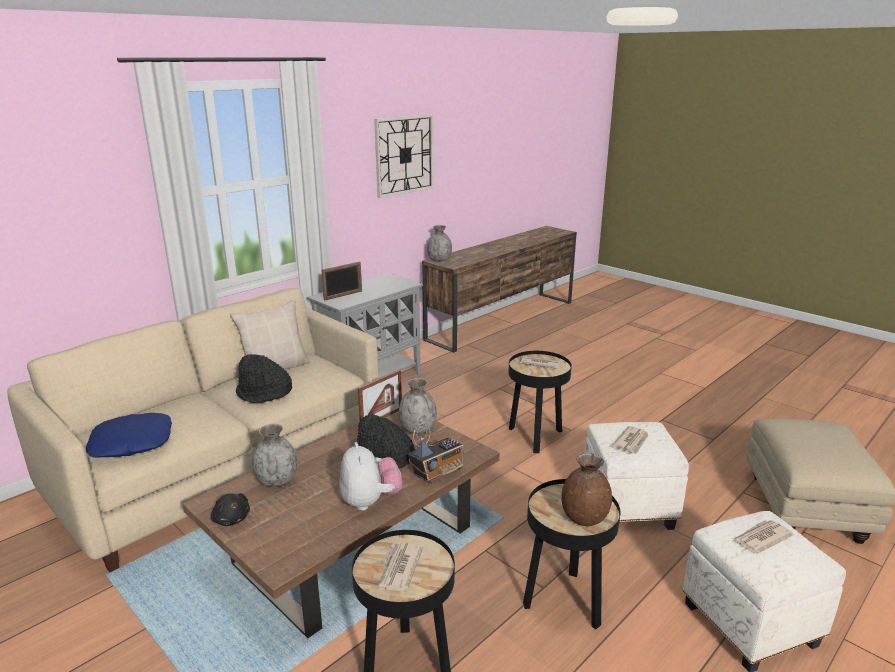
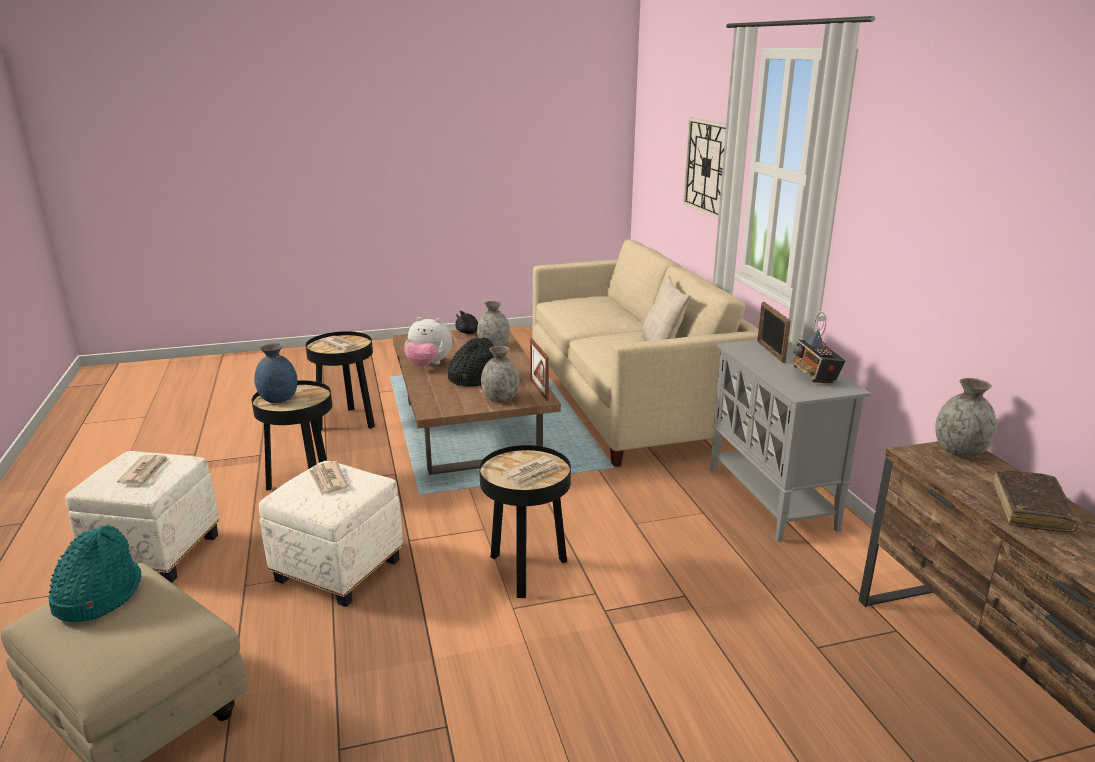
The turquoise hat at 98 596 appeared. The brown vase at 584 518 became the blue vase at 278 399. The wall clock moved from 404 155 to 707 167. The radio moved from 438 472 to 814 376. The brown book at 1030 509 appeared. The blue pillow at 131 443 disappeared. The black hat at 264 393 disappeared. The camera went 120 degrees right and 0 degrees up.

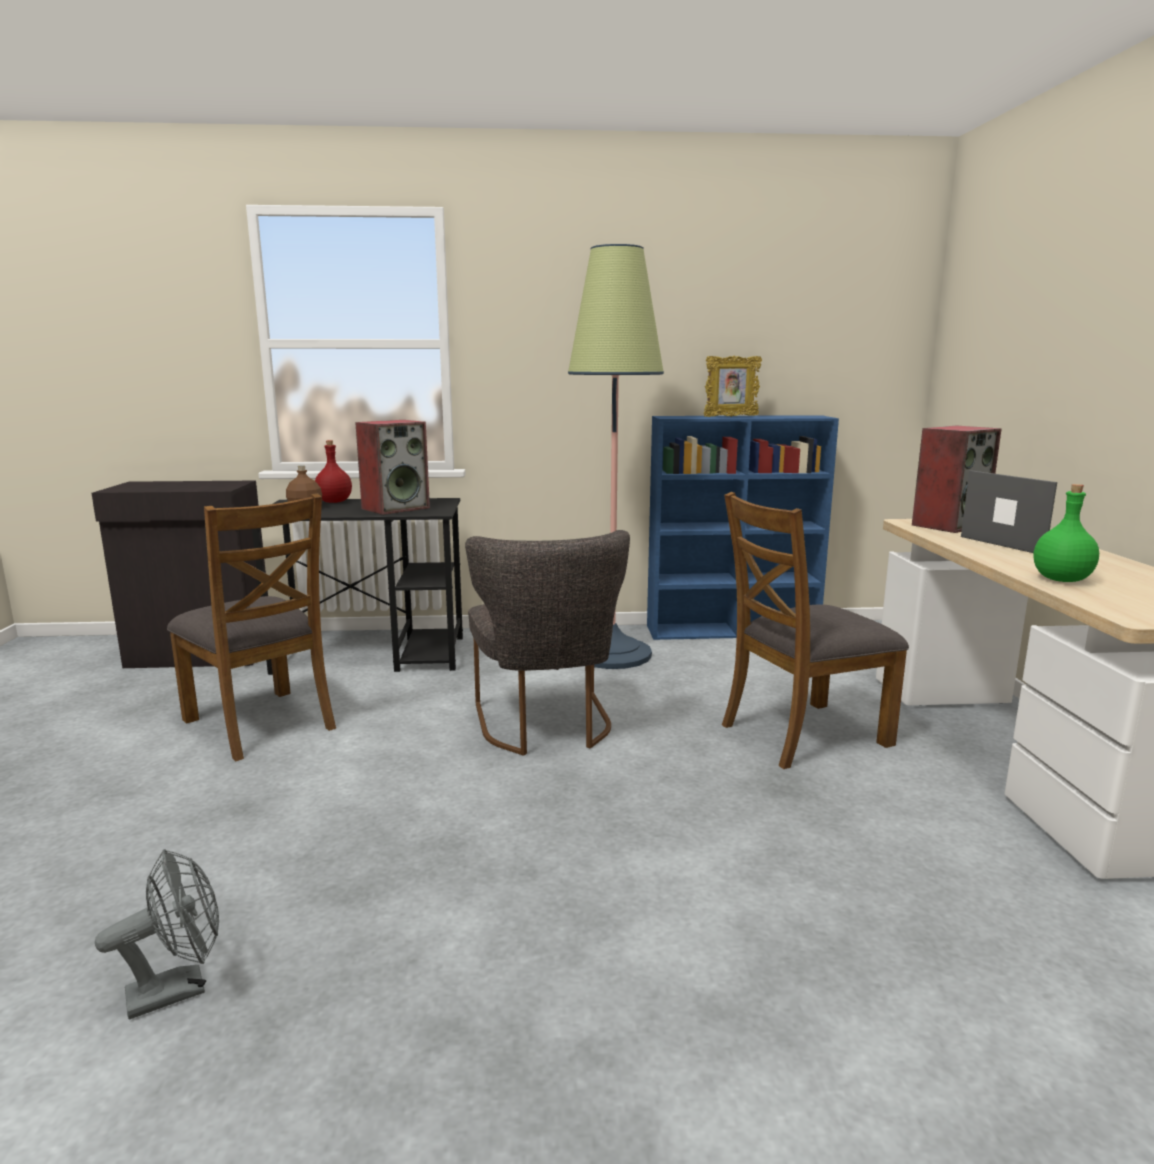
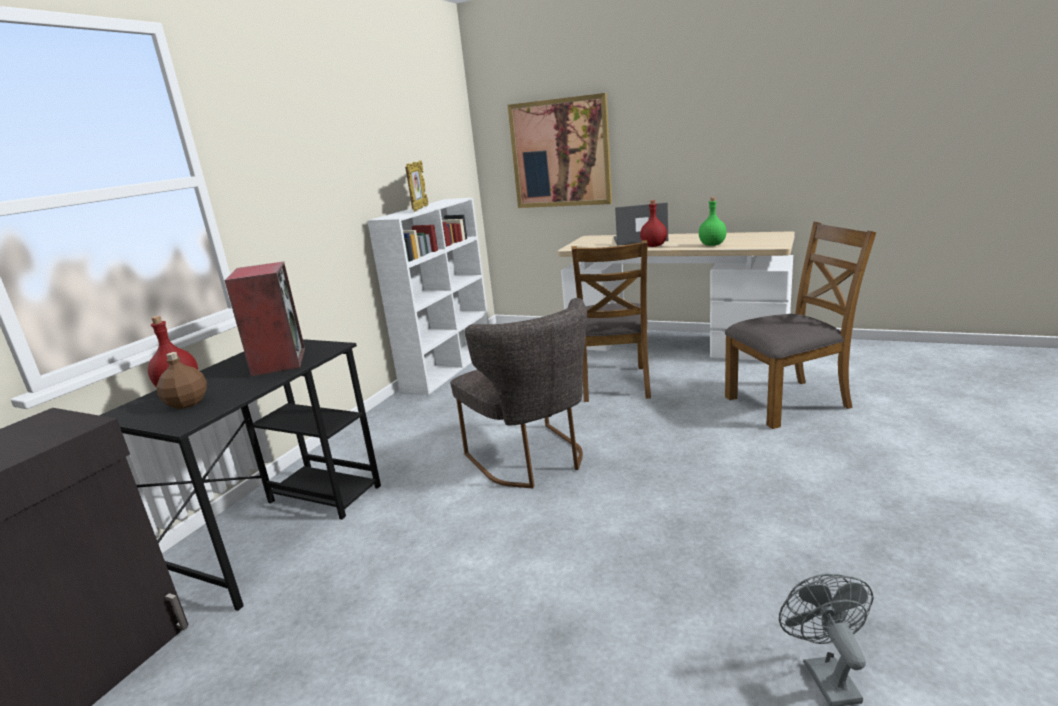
The blue bookcase at 733 630 became the white bookcase at 449 367. The grey chair at 546 727 turned 45 degrees clockwise. The picture at 560 153 appeared. The red bottle at 653 246 appeared. The brown chair moved from 261 723 to 788 402. The floor lamp at 611 654 disappeared. The speaker at 949 525 disappeared. The camera went 60 degrees left and 5 degrees up.

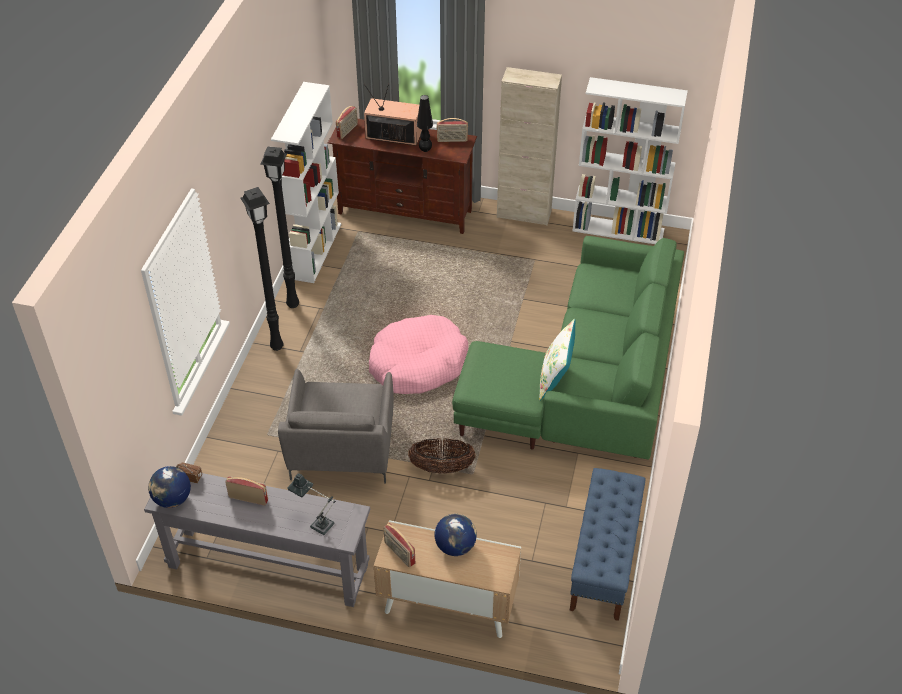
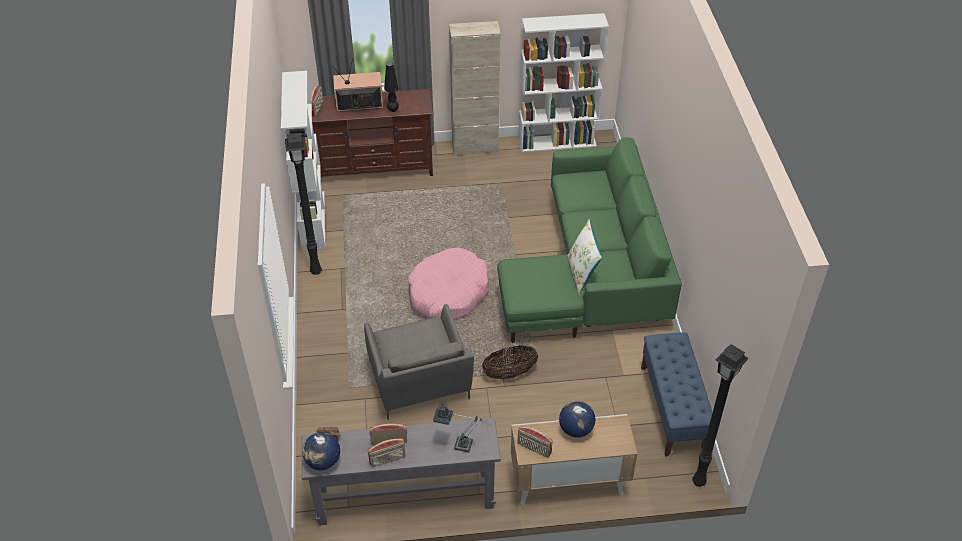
The radio moved from 452 140 to 387 460. The black floor lamp moved from 275 346 to 697 482. The camera went 20 degrees left and 0 degrees up.

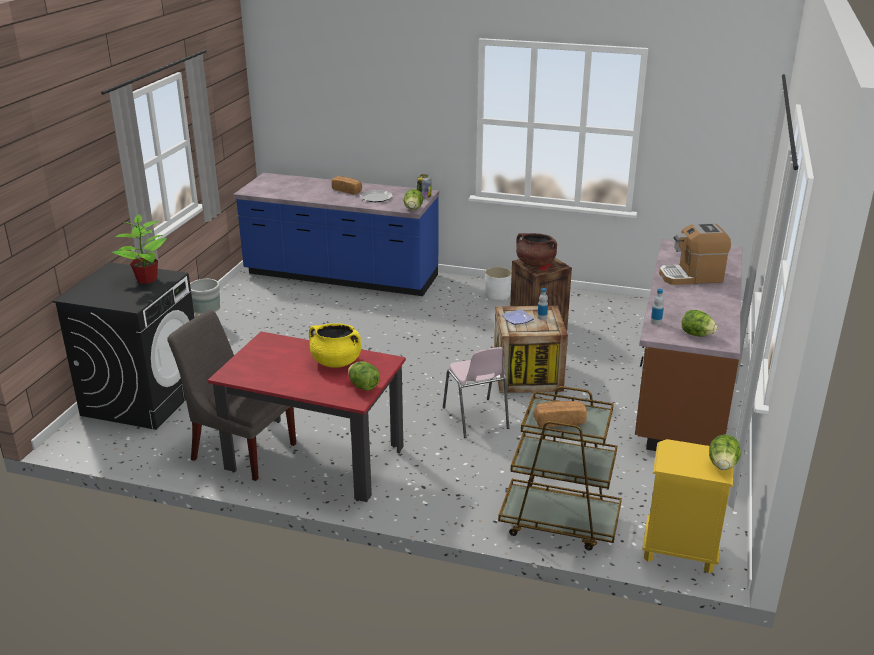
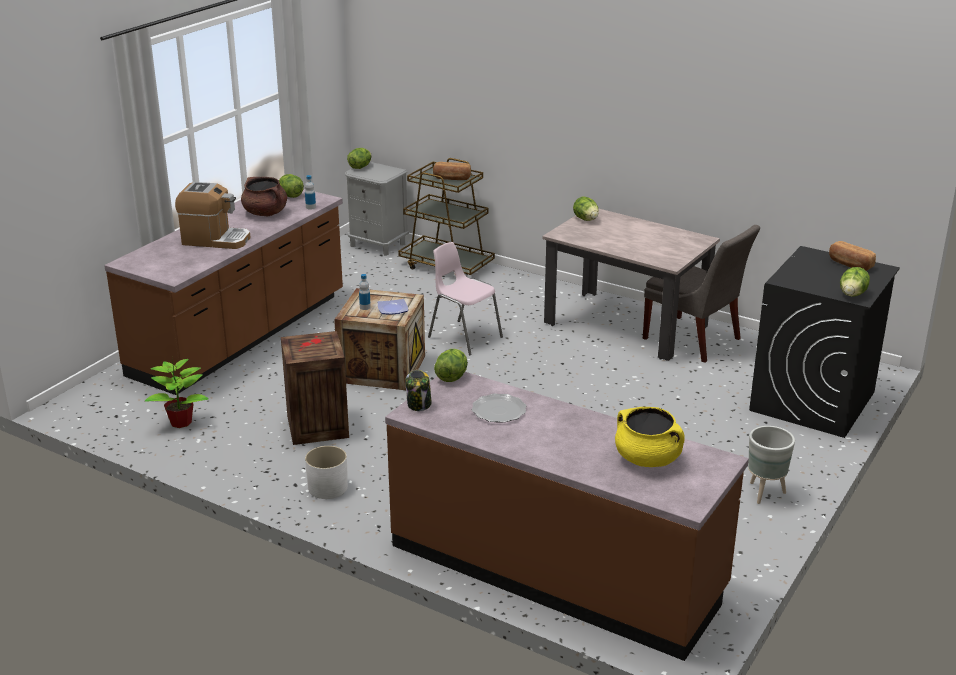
The potted plant moved from 146 279 to 181 422. The brown cooking pot moved from 535 263 to 265 213. The yellow nightstand at 679 551 became the grey nightstand at 378 245. The blue counter at 341 276 became the brown counter at 557 568. The pink chair at 476 418 turned 45 degrees counterclockwise. The red dining table at 315 459 became the beige dining table at 625 325. The yellow cooking pot moved from 336 362 to 648 459. The bread moved from 347 191 to 850 264. The lettuce at 852 294 appeared. The camera went 165 degrees left and 0 degrees up.

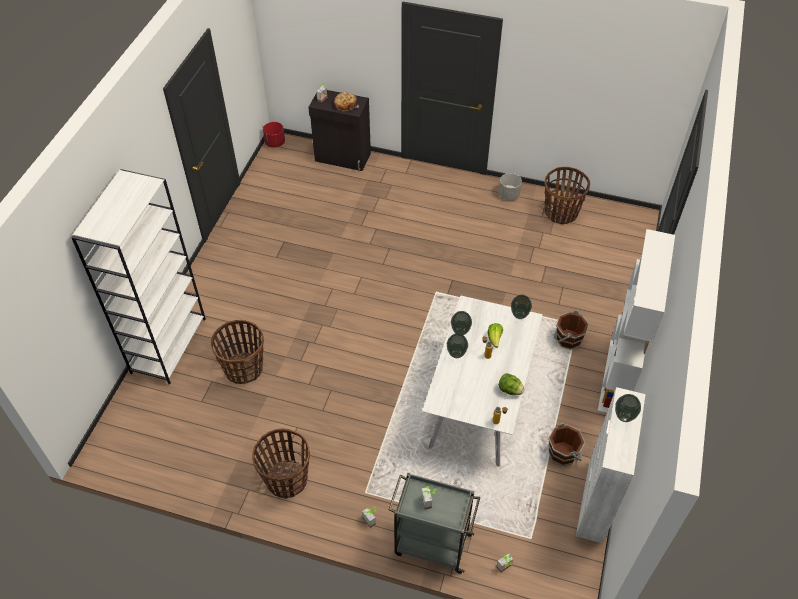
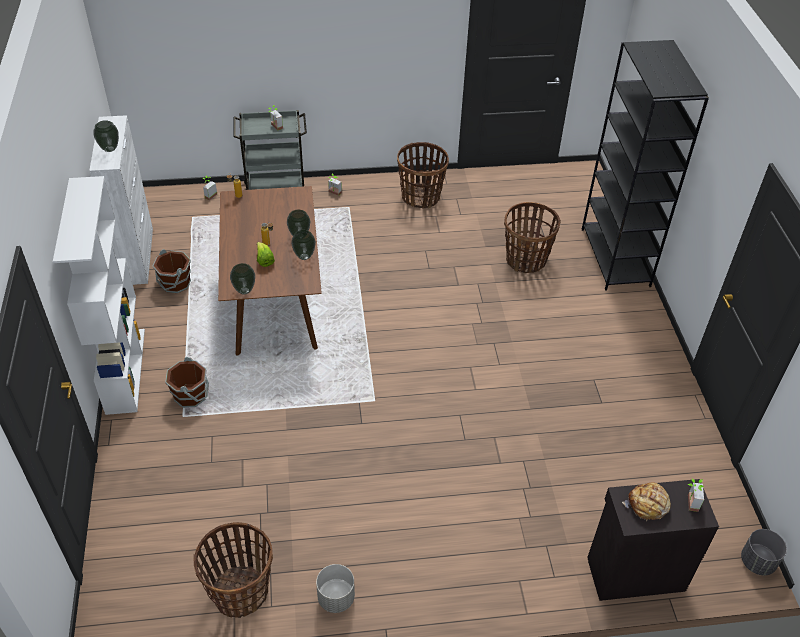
The white dining table at 478 402 became the brown dining table at 275 301. The white bookcase at 168 345 became the black bookcase at 615 257. The red planter at 275 143 became the grey planter at 758 562. The lettuce at 510 390 disappeared. The camera went 155 degrees right and 5 degrees down.

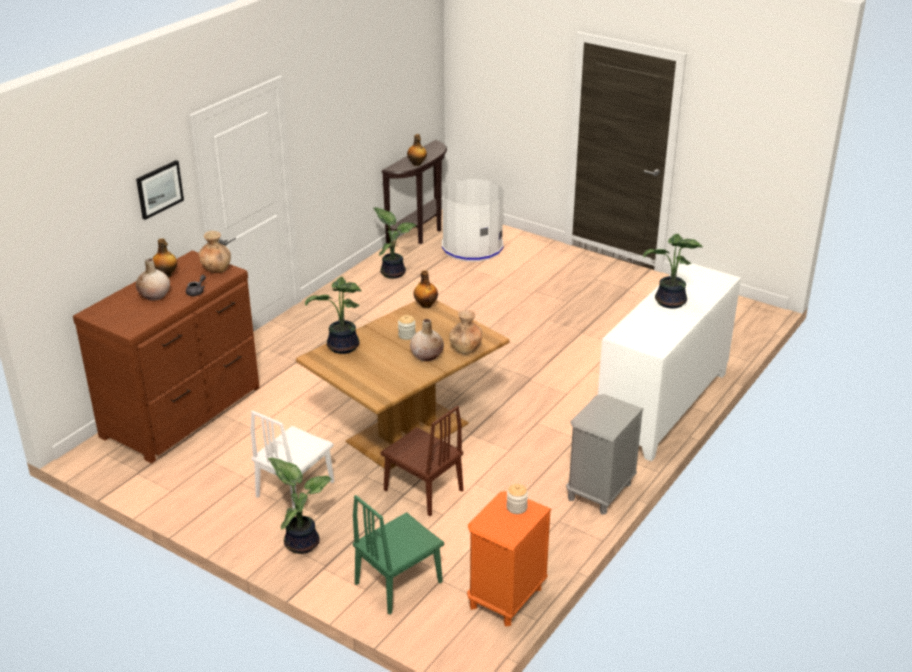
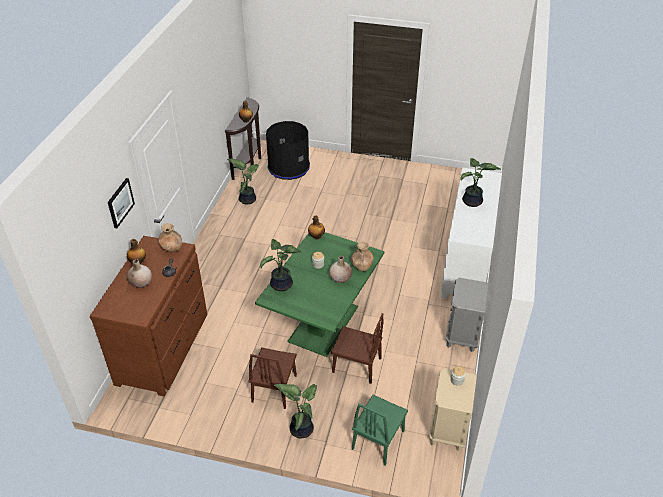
The white chair at 295 489 became the brown chair at 274 388. The brown dining table at 406 432 became the green dining table at 322 323. The white trash can at 472 247 became the black trash can at 288 167. The orange nightstand at 506 598 became the beige nightstand at 448 430. The camera went 20 degrees left and 10 degrees up.

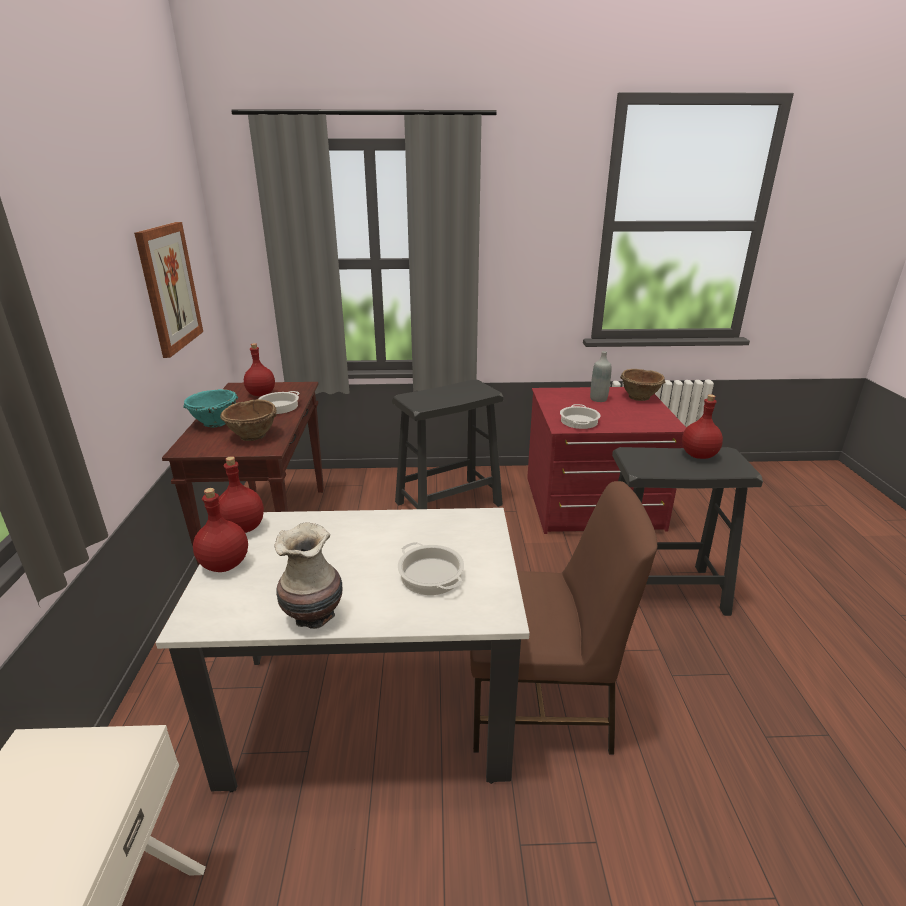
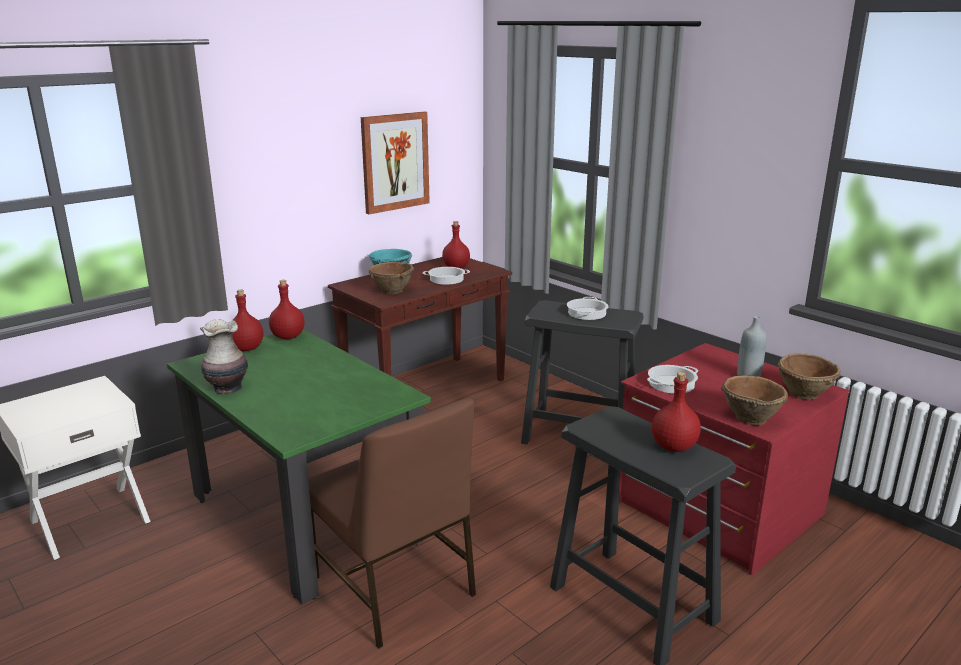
The white dining table at 370 710 became the green dining table at 306 517. The cooking pot moved from 432 575 to 587 313. The brown bowl at 750 418 appeared. The camera went 50 degrees right and 5 degrees down.

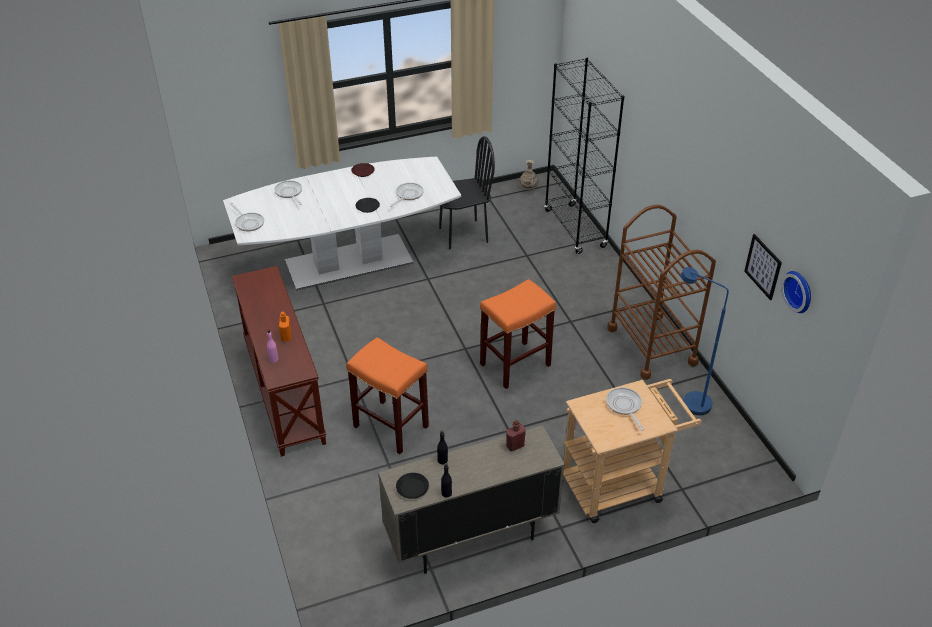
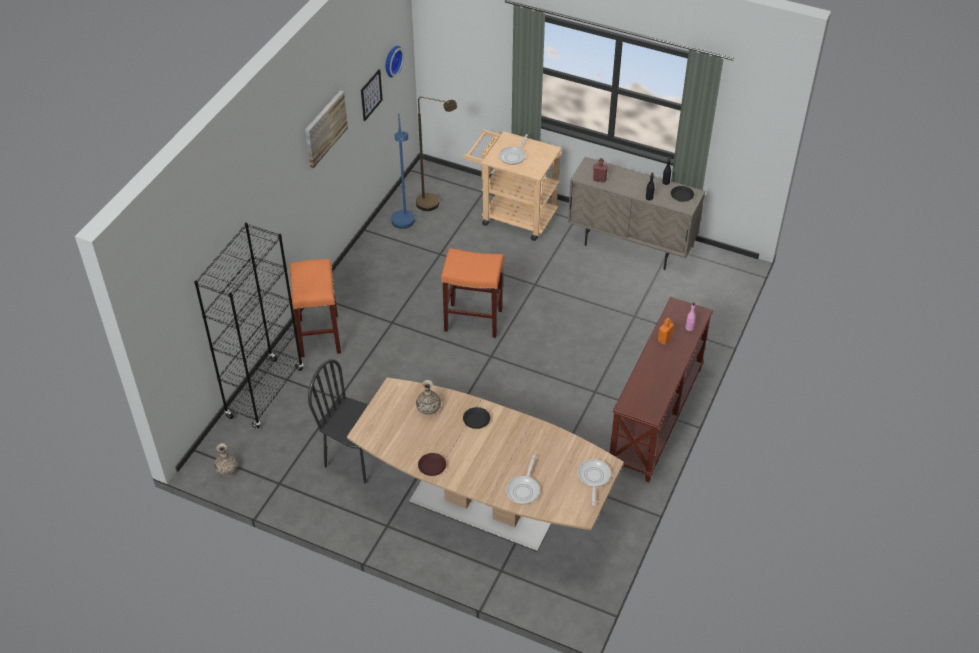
The orange stool moved from 390 426 to 319 336. The picture at 325 128 appeared. The white dining table at 348 262 became the brown dining table at 484 505. The brown floor lamp at 434 204 appeared. The frying pan at 408 195 was replaced by the vase at 428 408. The brown cart at 651 345 disappeared. The camera went 135 degrees left and 5 degrees up.

